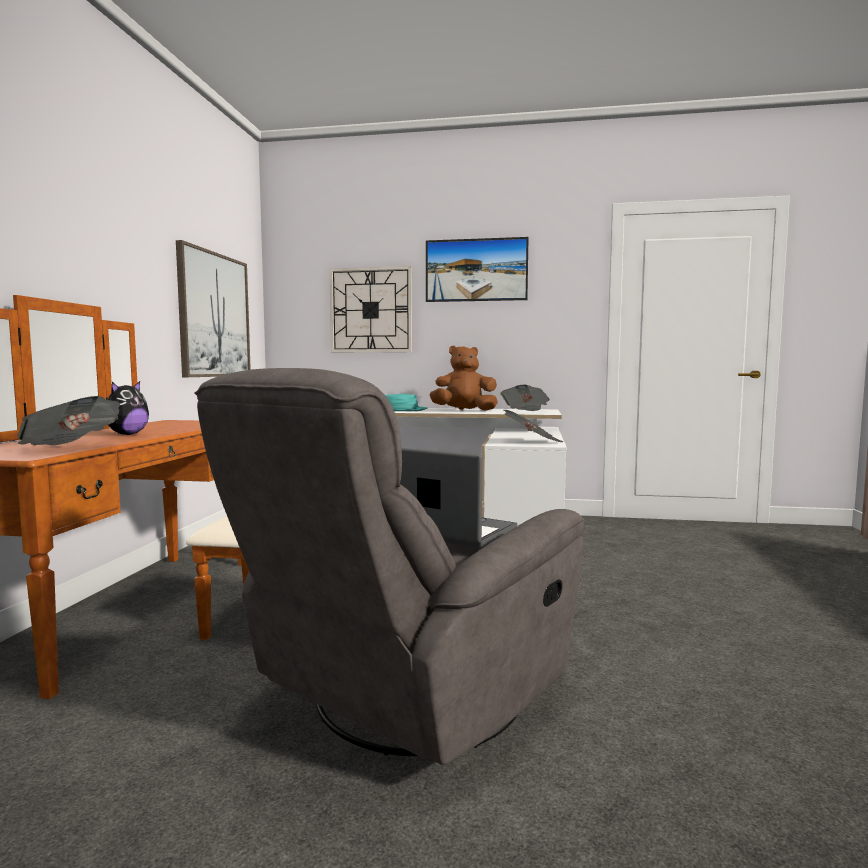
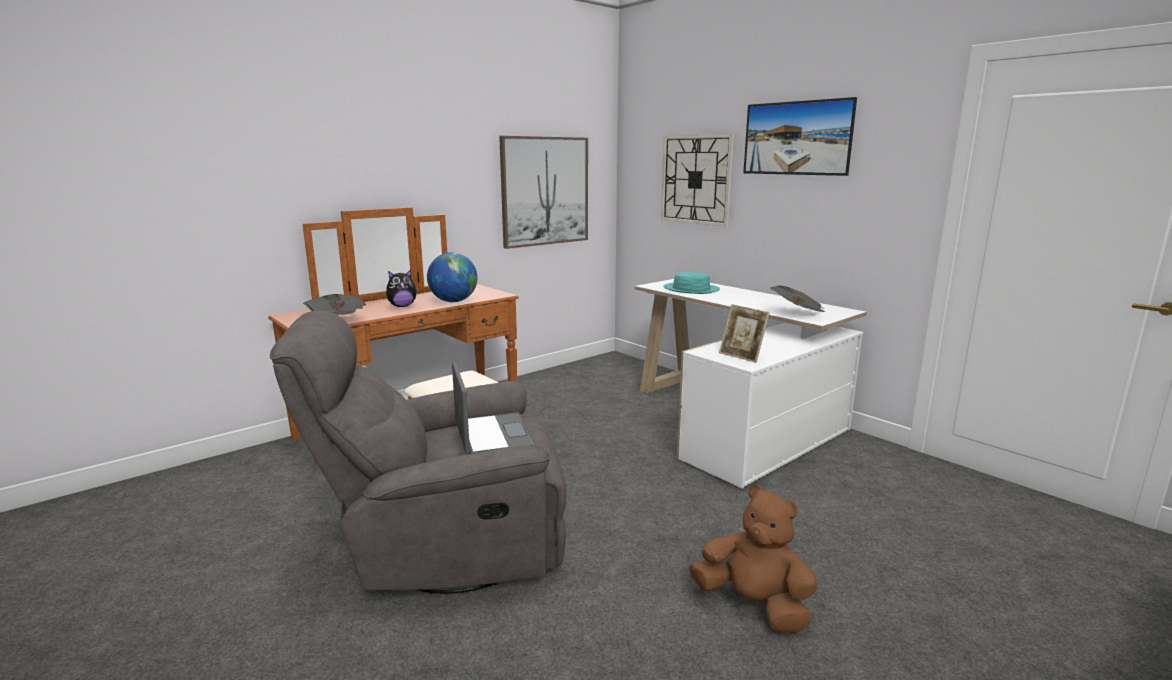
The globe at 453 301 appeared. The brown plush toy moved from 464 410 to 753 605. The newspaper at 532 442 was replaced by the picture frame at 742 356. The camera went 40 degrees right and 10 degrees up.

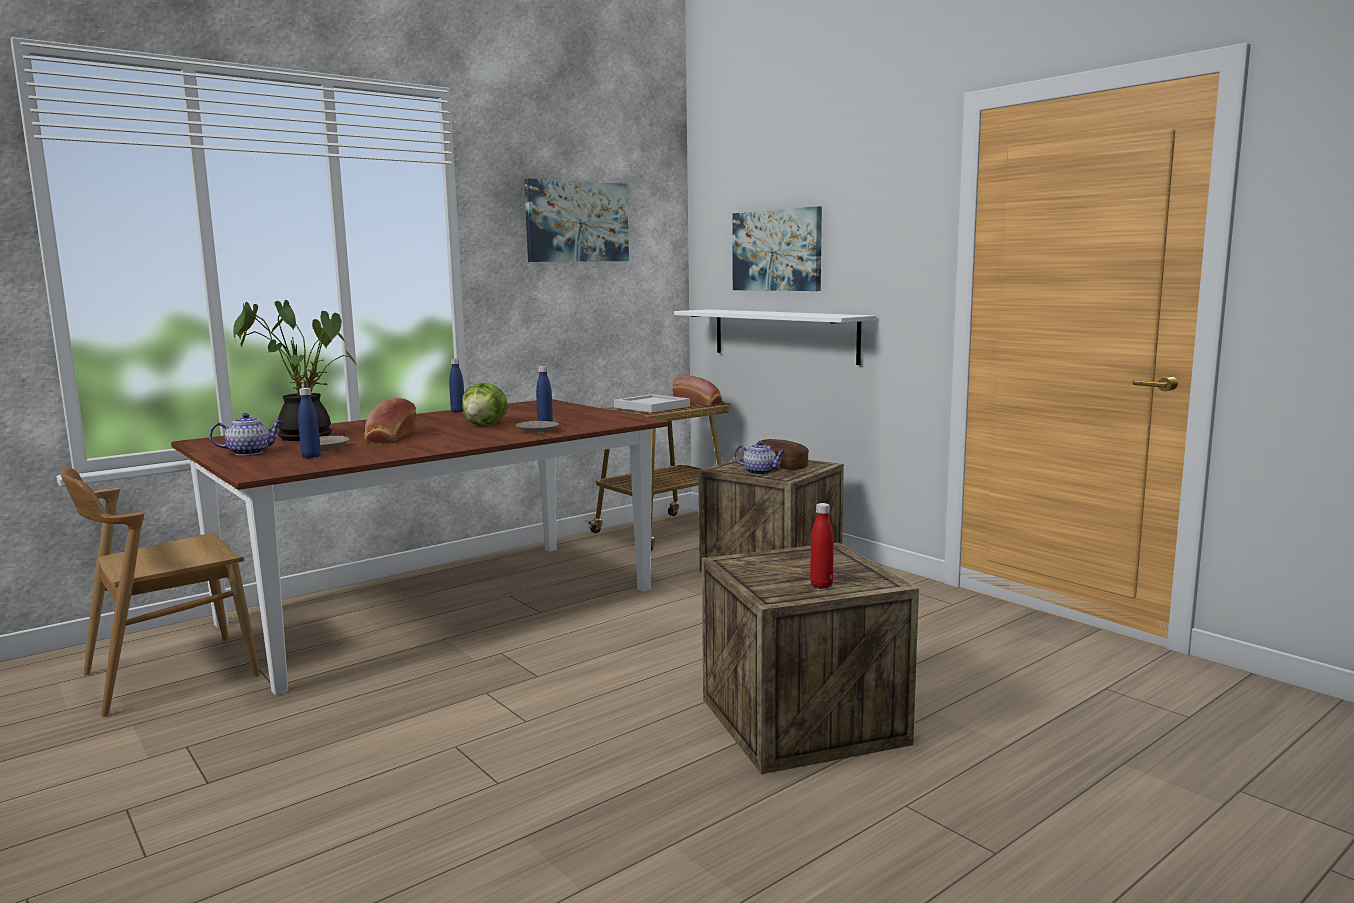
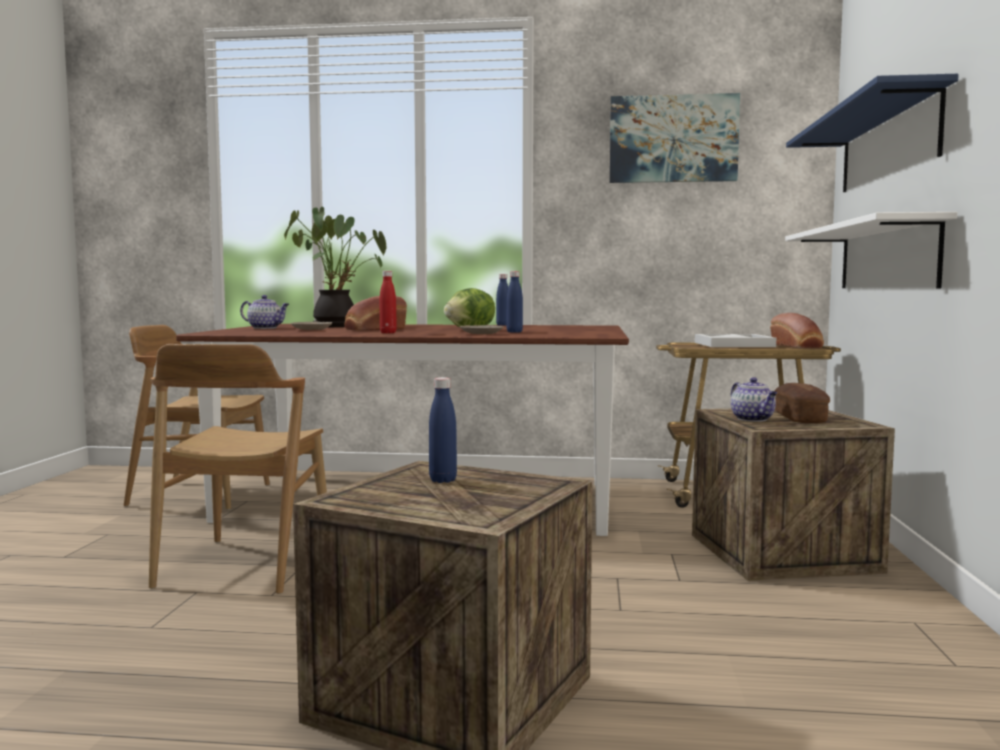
The brown chair at 245 565 appeared. The red bottle moved from 821 585 to 388 333. The blue bottle moved from 311 456 to 443 480. The picture at 777 250 was replaced by the blue shelf at 887 145. The camera went 45 degrees right and 5 degrees down.

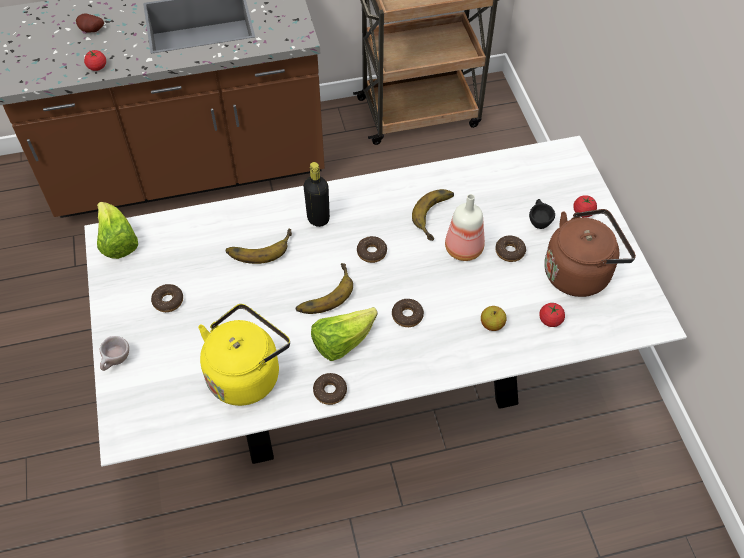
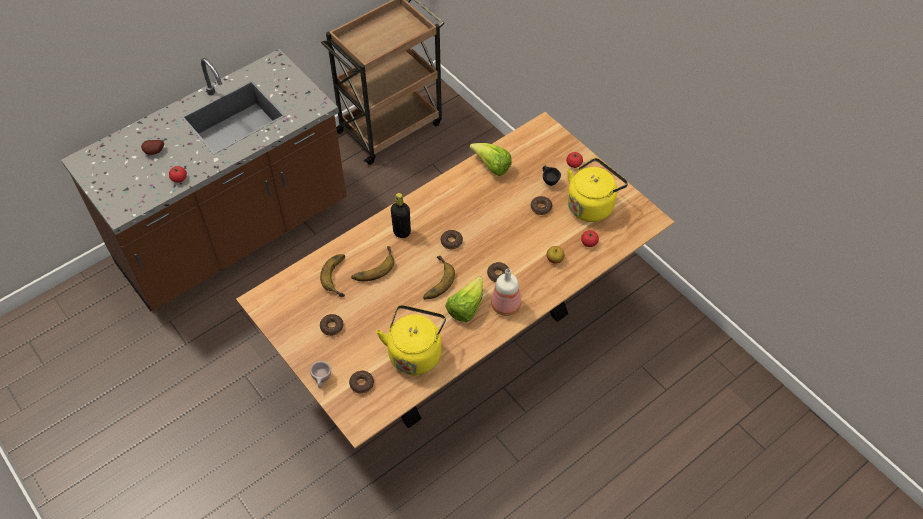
The white dining table at 372 382 became the brown dining table at 461 338. The banana moved from 438 216 to 340 276. The donut moved from 330 391 to 361 384. The lettuce moved from 117 242 to 492 166. The bottle moved from 463 248 to 505 305. The brown kettle at 580 272 became the yellow kettle at 591 205. The camera went 25 degrees left and 0 degrees up.

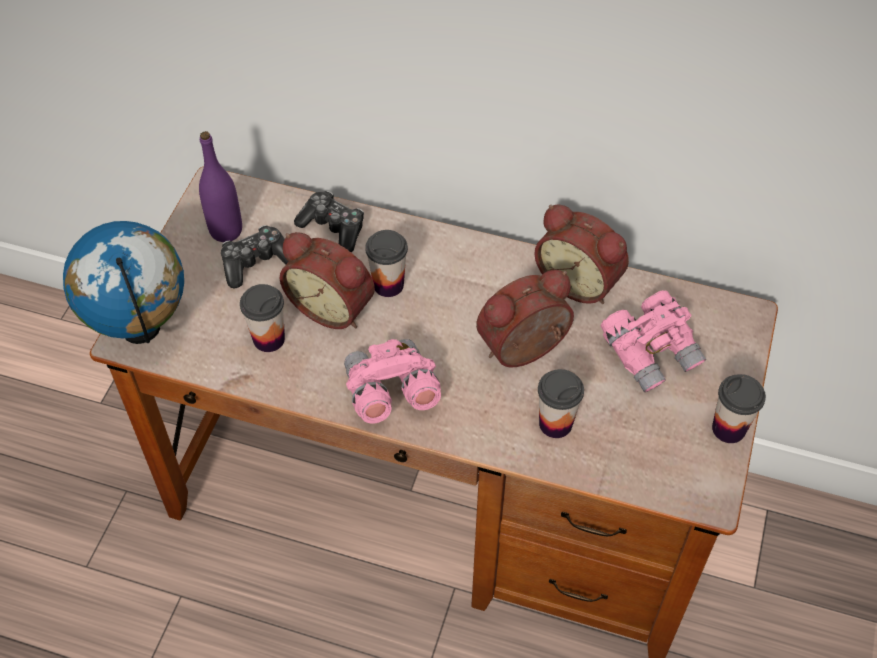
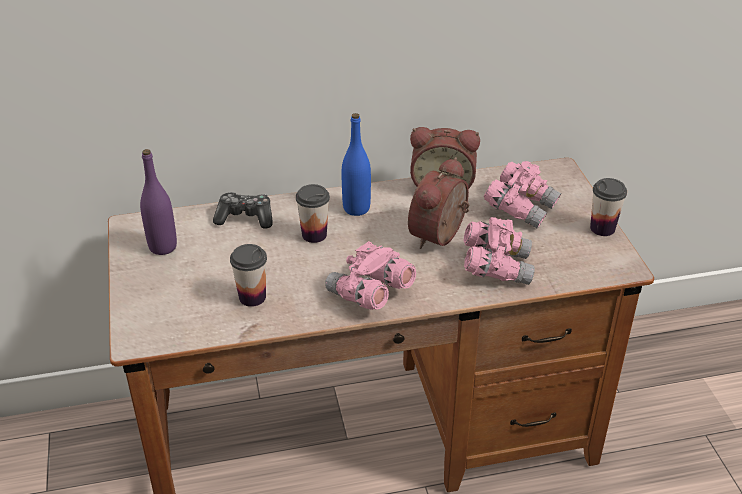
The blue bottle at 356 208 appeared. The cup at 555 424 was replaced by the pink binoculars at 496 267. The globe at 142 330 disappeared. The game controller at 256 262 disappeared. The alarm clock at 333 306 disappeared. The camera went 30 degrees left and 15 degrees down.

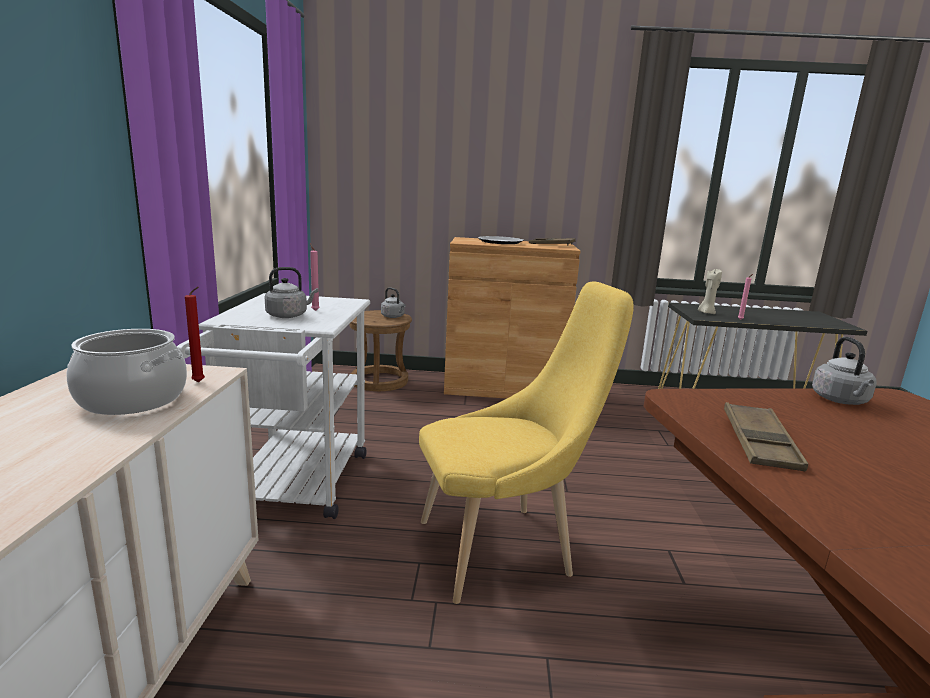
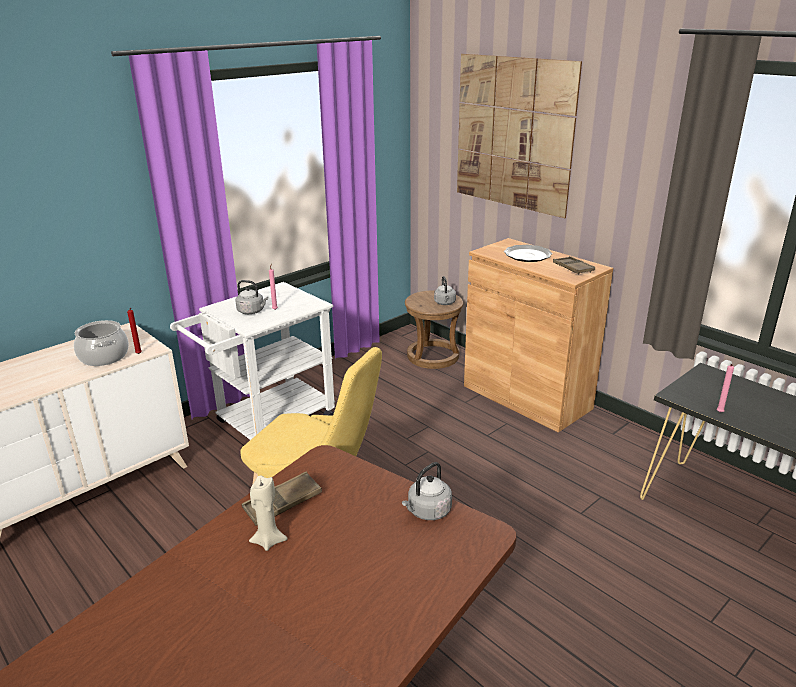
The beige candle moved from 706 312 to 268 541. The picture at 513 134 appeared. The camera went 45 degrees right and 10 degrees up.

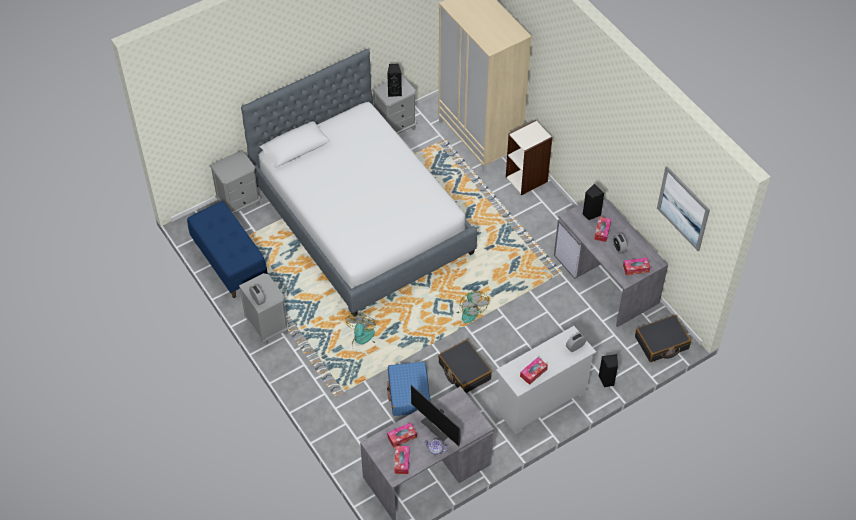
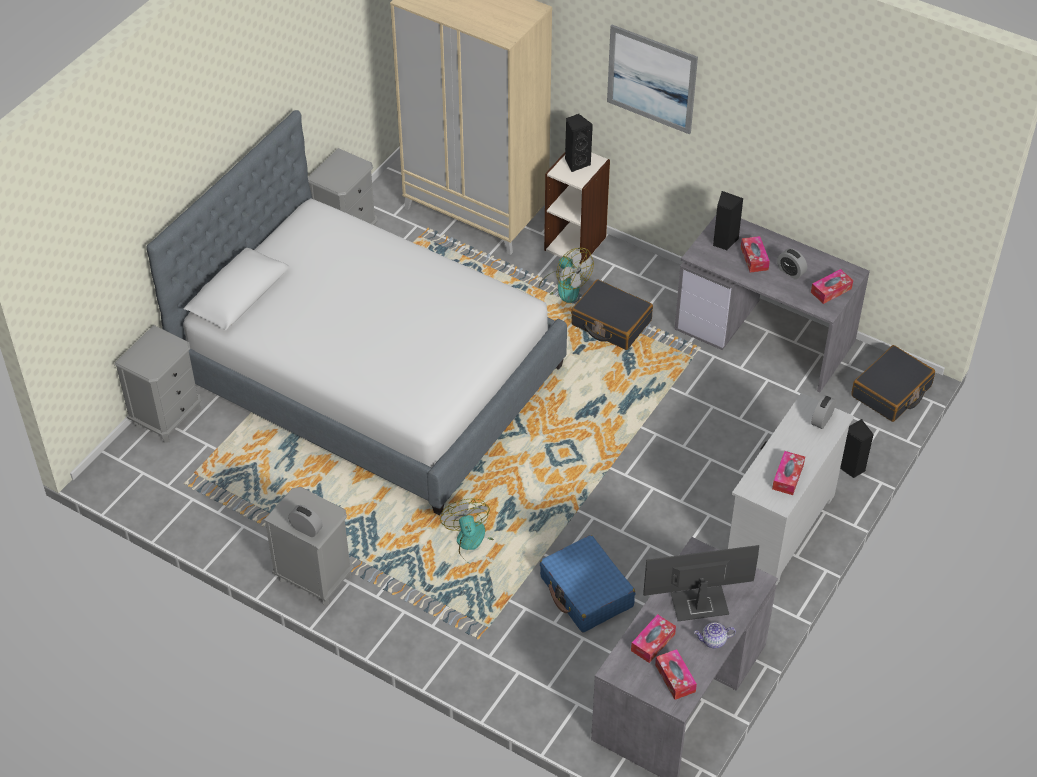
The fan moved from 468 310 to 563 286. The black speaker moved from 394 92 to 576 163. The black suitcase moved from 464 371 to 611 323. The picture moved from 683 208 to 651 79. The monitor at 439 426 turned 150 degrees clockwise. The blue bench at 229 262 disappeared. The camera went 25 degrees left and 5 degrees down.

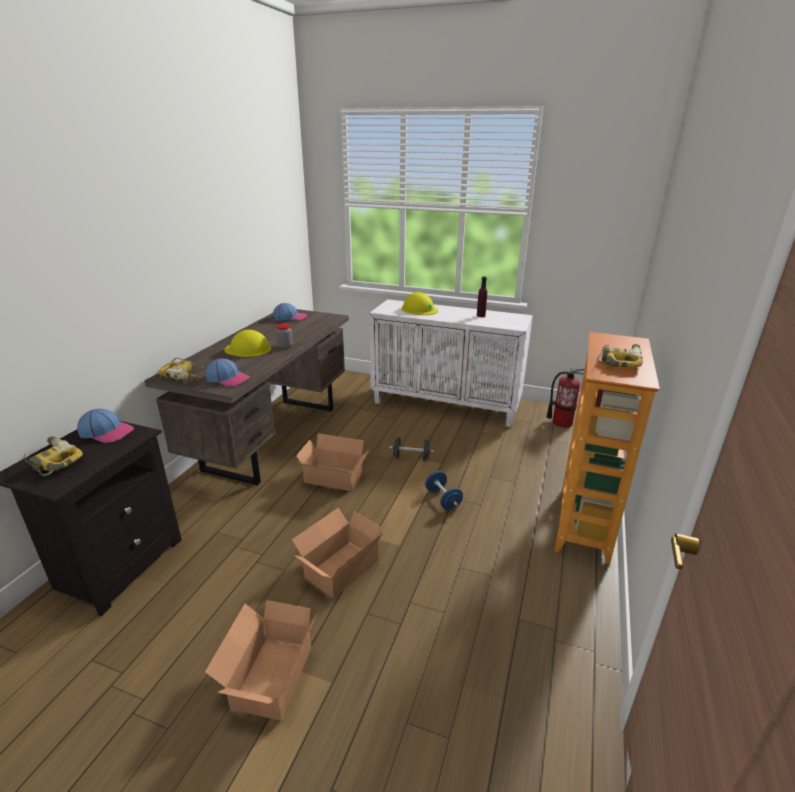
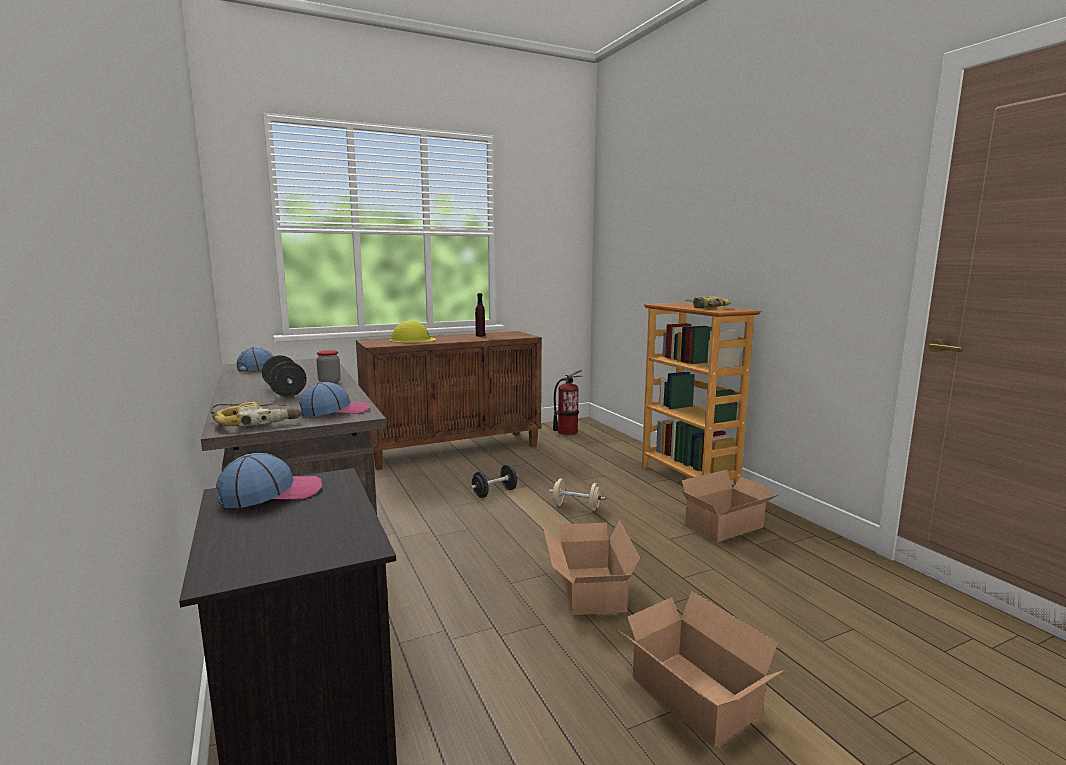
The yellow hard hat at 248 349 was replaced by the black dumbbell at 285 391. The white cabinet at 446 405 became the brown cabinet at 454 449. The blue dumbbell at 443 499 became the beige dumbbell at 576 507. The cardboard box moved from 334 478 to 727 526. The power drill at 52 461 disappeared. The camera went 45 degrees left and 15 degrees down.

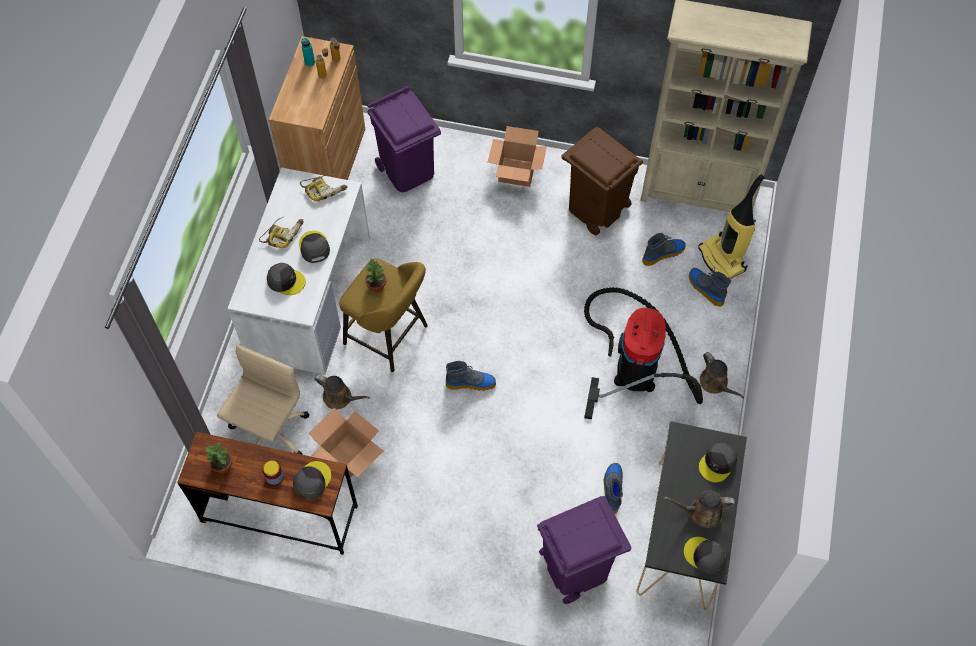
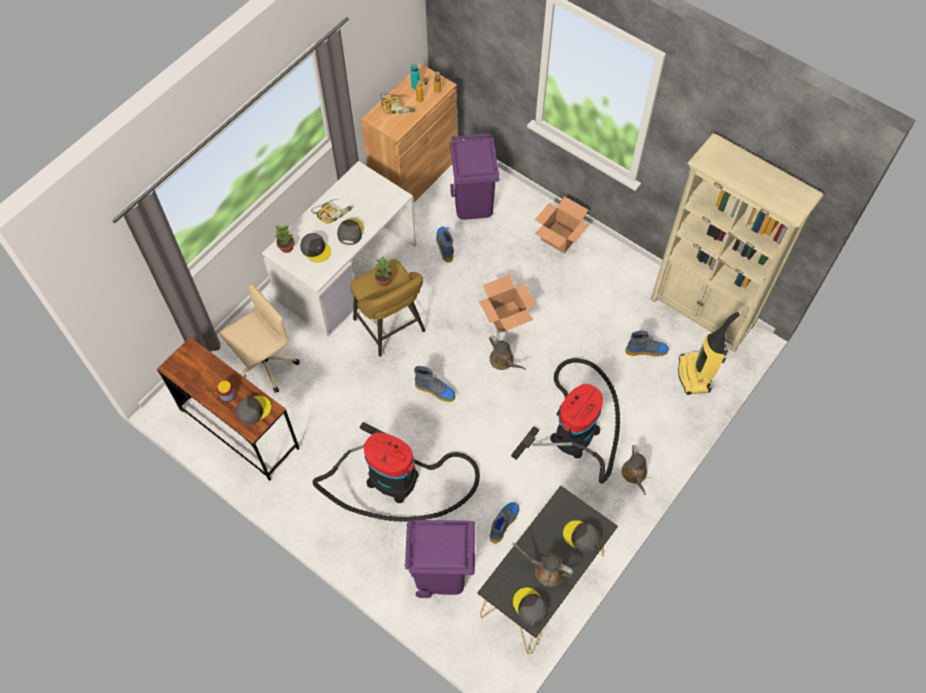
The potted plant moved from 222 466 to 286 247. The vacuum cleaner at 398 481 appeared. The power drill moved from 324 189 to 397 106. The boot moved from 705 289 to 444 246. The cardboard box moved from 349 455 to 506 316. The brown watering can moved from 340 397 to 503 361. The grey cap at 717 463 turned 60 degrees clockwise. The brown trash can at 596 209 disappeared. The camera went 25 degrees right and 0 degrees up.

